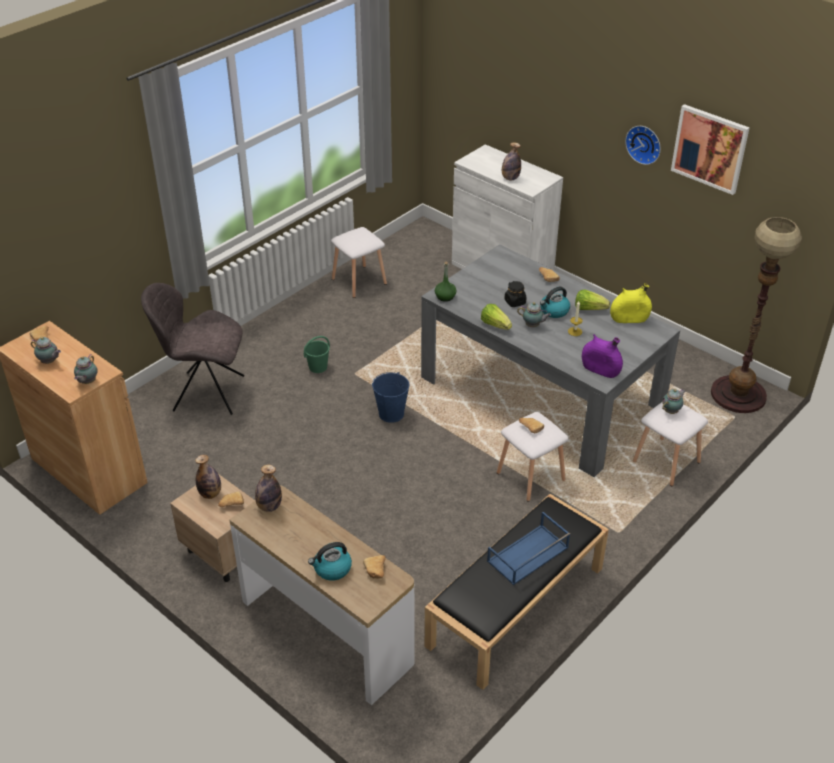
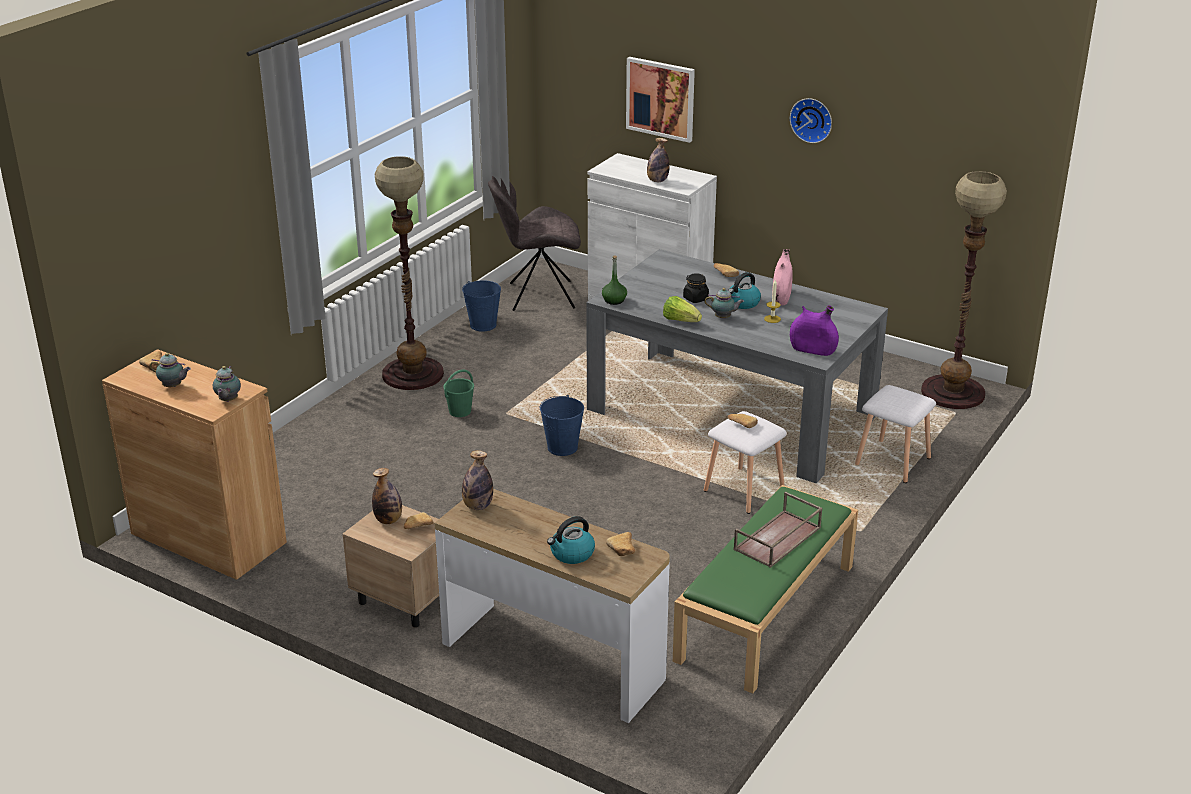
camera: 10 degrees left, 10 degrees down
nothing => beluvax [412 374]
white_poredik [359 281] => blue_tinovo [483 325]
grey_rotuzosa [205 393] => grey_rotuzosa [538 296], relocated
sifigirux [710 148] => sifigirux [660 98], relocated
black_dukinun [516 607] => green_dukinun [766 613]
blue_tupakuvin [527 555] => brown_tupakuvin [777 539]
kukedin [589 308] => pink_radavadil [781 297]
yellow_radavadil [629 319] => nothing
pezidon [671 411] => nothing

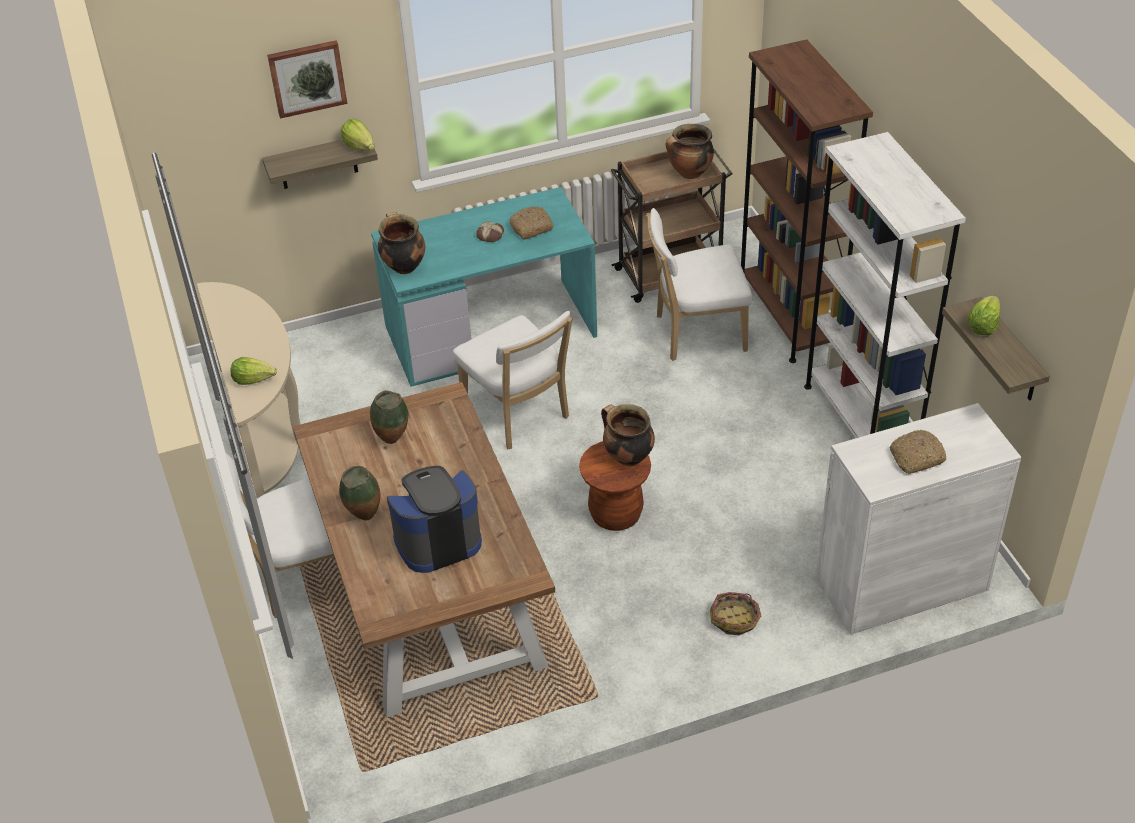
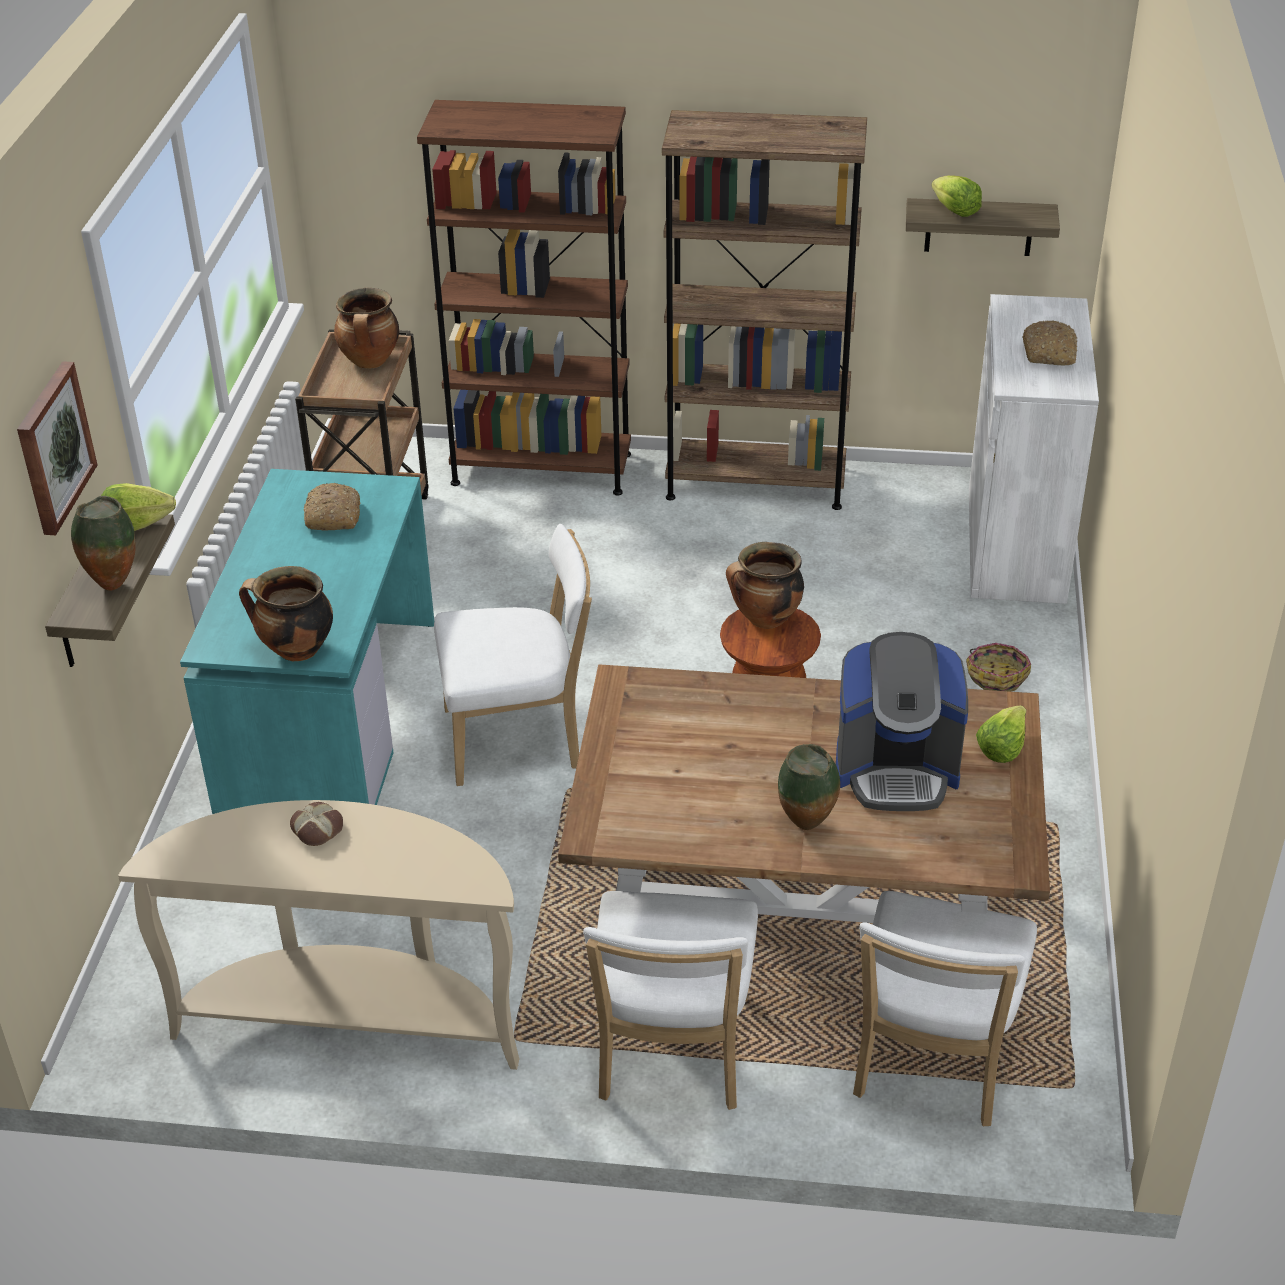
camera: 65 degrees left, 5 degrees down
radavadil [393 440] => radavadil [113 584], relocated
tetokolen [490 235] => tetokolen [318 828], relocated
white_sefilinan [860 421] => brown_sefilinan [755 482]
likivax [437 541] => likivax [896 770], 90 degrees counterclockwise
white_rotuzosa [695 333] => white_rotuzosa [931 1063], relocated
kukedin [253 379] => kukedin [1001 747], relocated

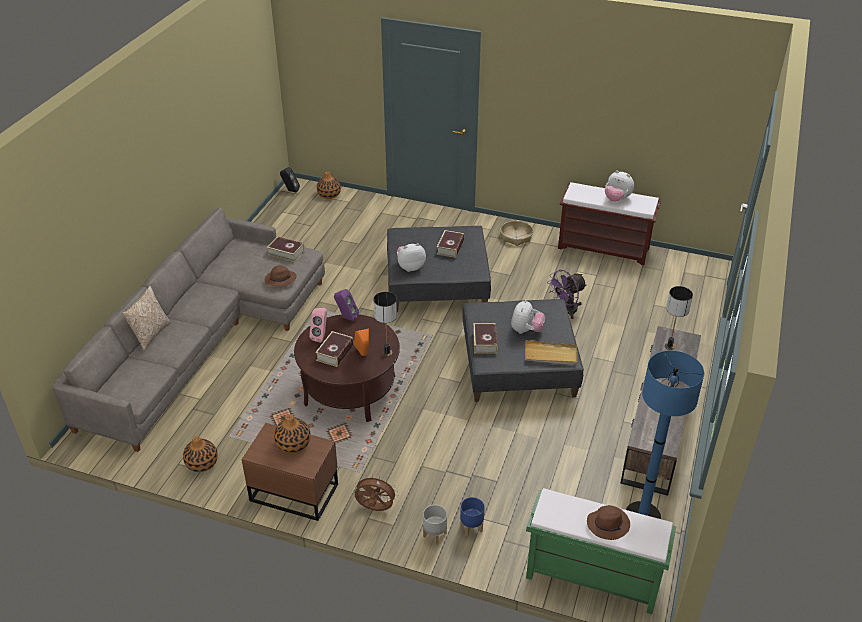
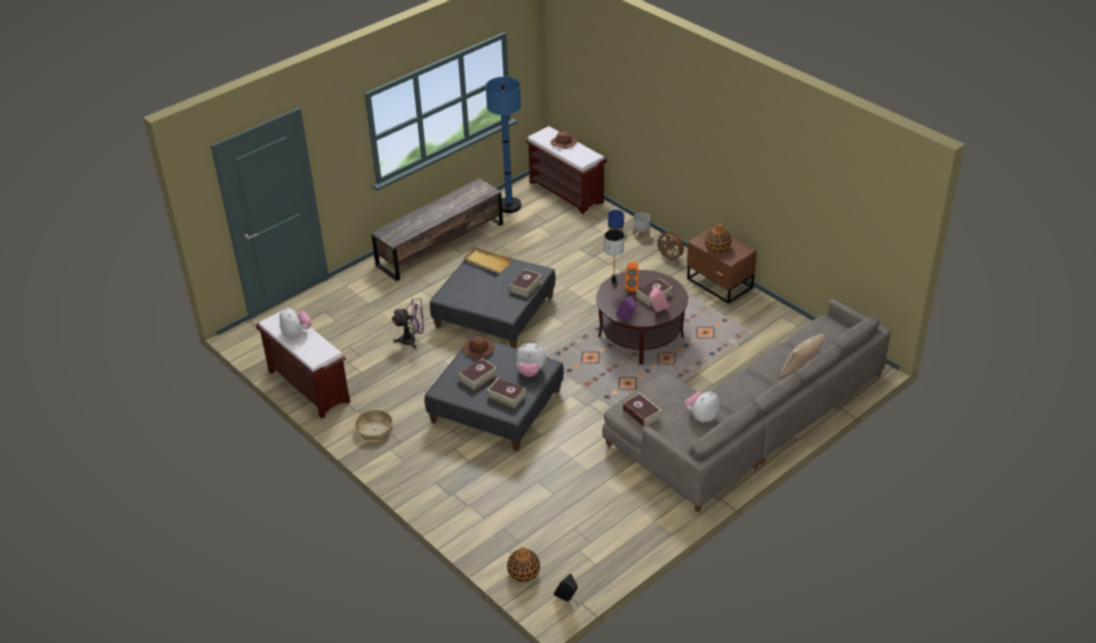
camera: 150 degrees left, 0 degrees up
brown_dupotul [280 280] => brown_dupotul [479 349], relocated
nothing => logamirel [506 396]
green_dukinun [591 577] => brown_dukinun [567 192]
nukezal [526 330] => nukezal [701 416], relocated
radavadil [201 463] => nothing
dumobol [669 346] => nothing

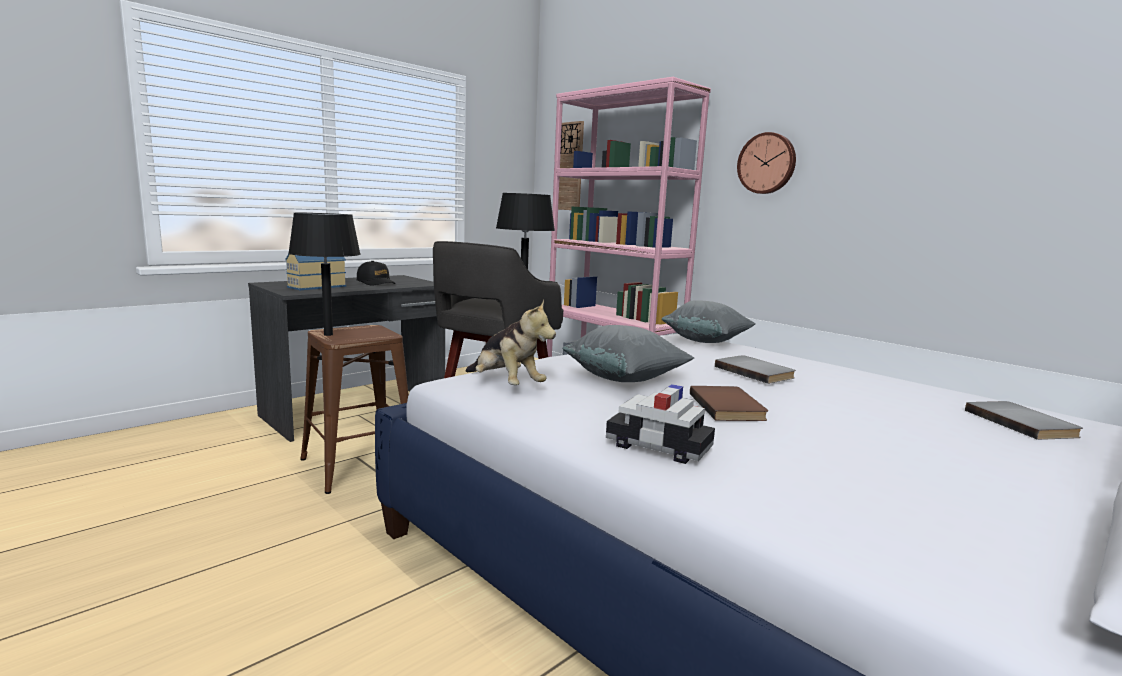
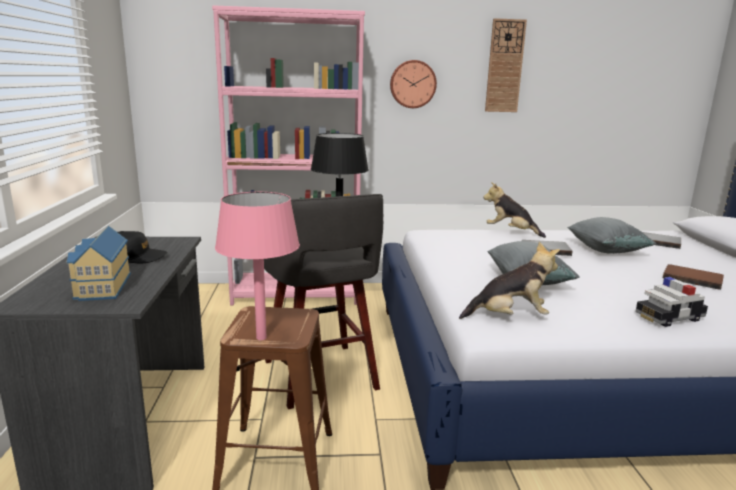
camera: 50 degrees left, 5 degrees up
black_dumobol [328 334] => pink_dumobol [261 338]
nothing => nukezal [511 232]
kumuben [570 166] => kumuben [504 66], relocated
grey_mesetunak [706 341] => grey_mesetunak [606 251], relocated
brown_logamirel [729 407] => brown_logamirel [692 278], relocated

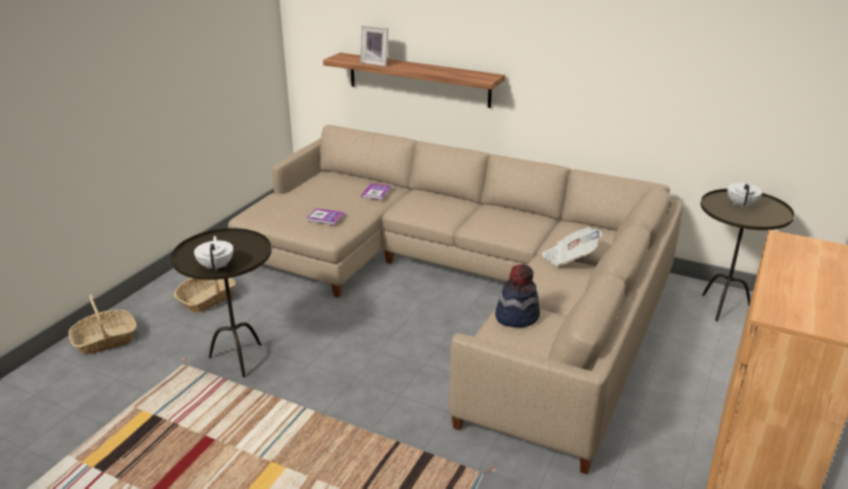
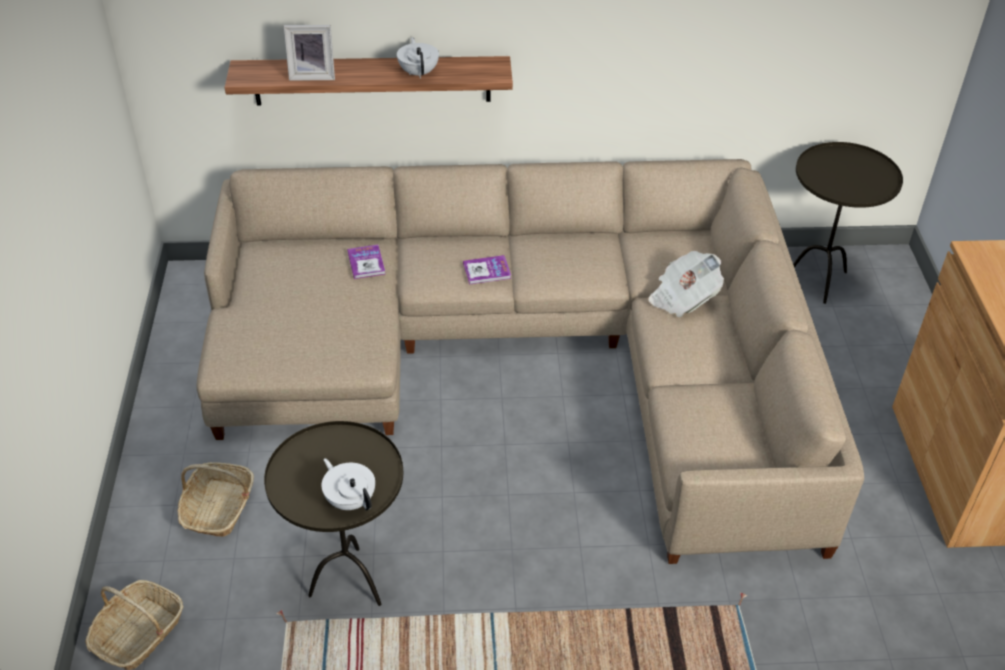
camera: 30 degrees left, 15 degrees up
white_pezidon [741 204] => white_pezidon [419 72], relocated
logamirel [325 217] => logamirel [487 271], relocated
dupotul [516 316] => nothing

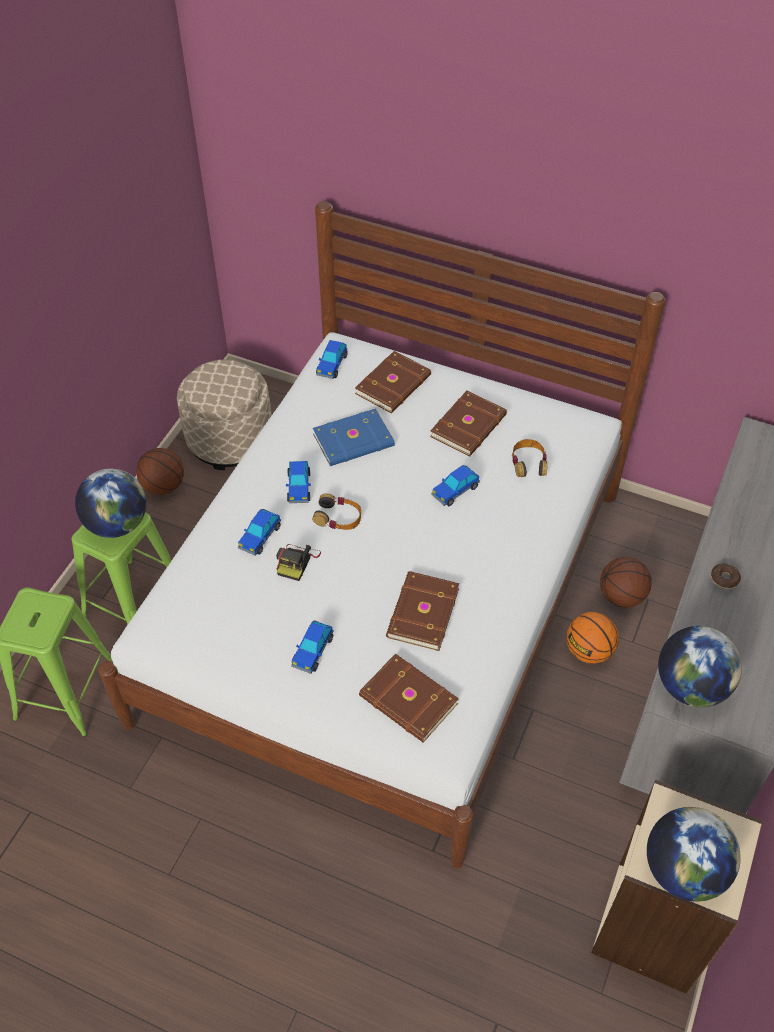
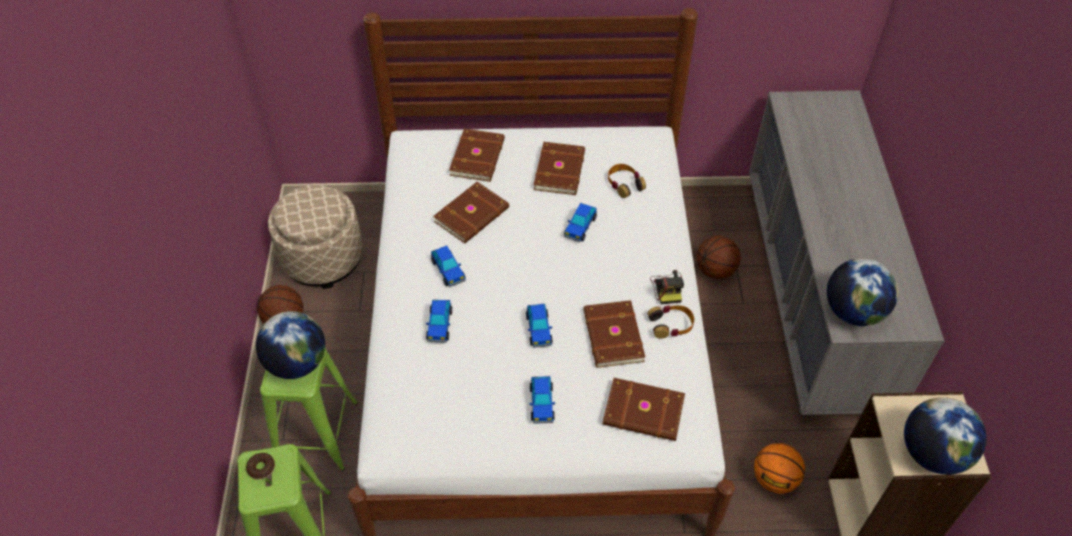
camera: 25 degrees left, 0 degrees up
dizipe [724 579] => dizipe [261 468], relocated
blue_logamirel [354 441] => brown_logamirel [473 215]
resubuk [332 365] => resubuk [539 329], relocated
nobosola [338 517] => nobosola [671 324], relocated
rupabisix [297 562] => rupabisix [667 288], relocated
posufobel [589 651] => posufobel [774 479], relocated

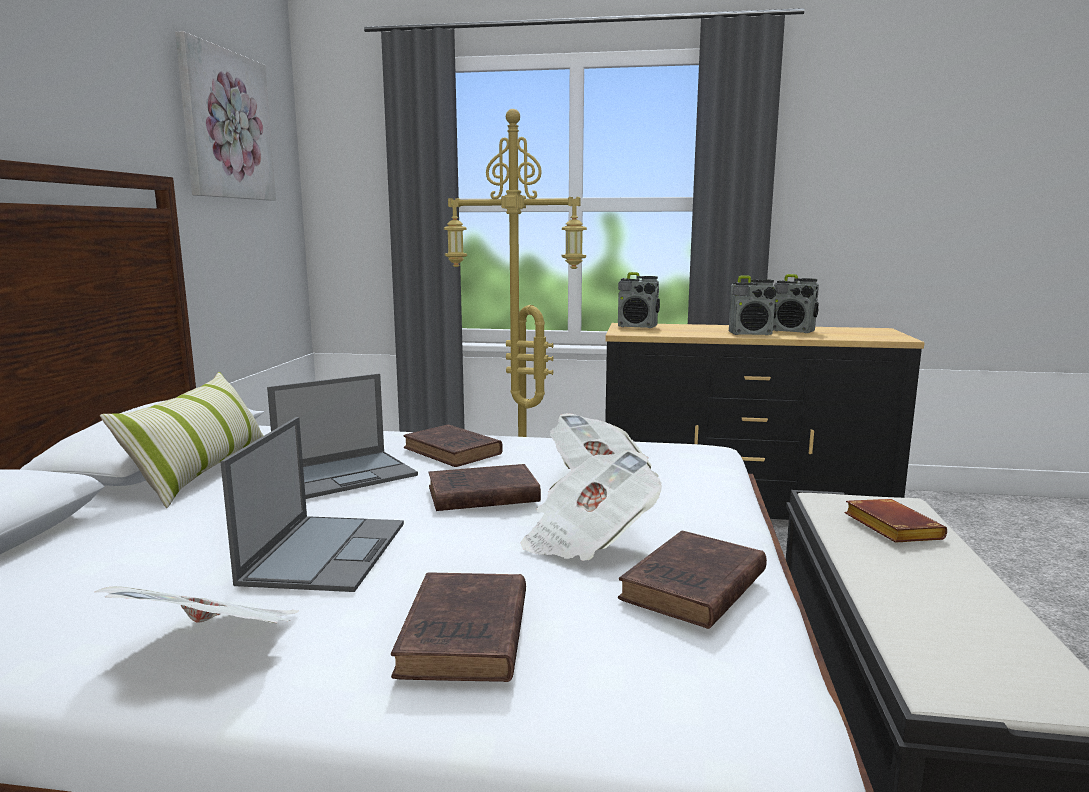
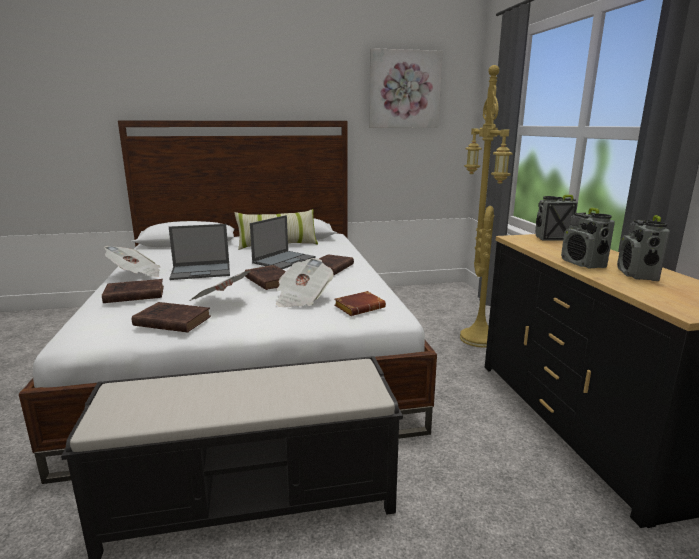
camera: 70 degrees right, 5 degrees up
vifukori [347 474] => vifukori [284 260], 90 degrees counterclockwise
brown_logamirel [888 527] => brown_logamirel [359 307], relocated
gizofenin [637 327] => gizofenin [552 238], 90 degrees clockwise

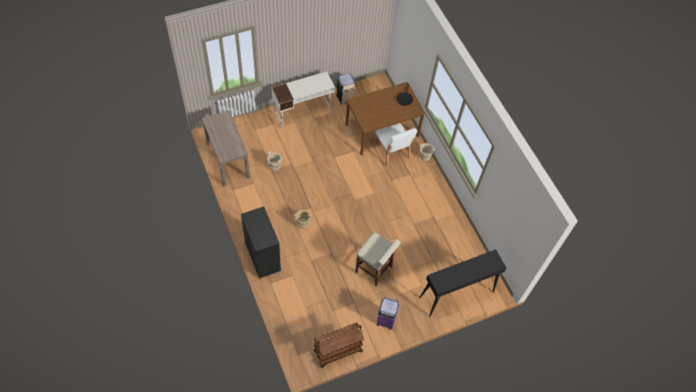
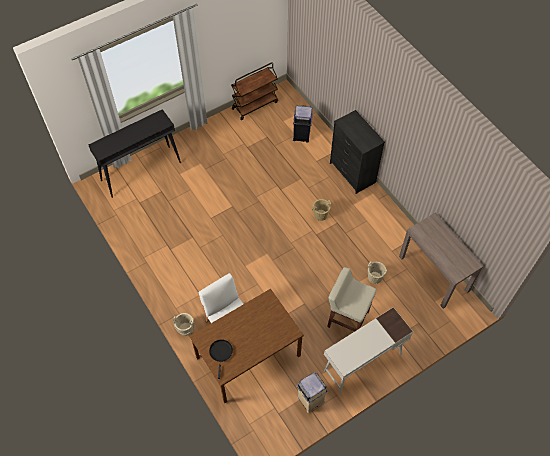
camera: 175 degrees right, 0 degrees up
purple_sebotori [385 320] => purple_sebotori [302 135], relocated
beige_poredik [374 269] => beige_poredik [347 319], relocated

